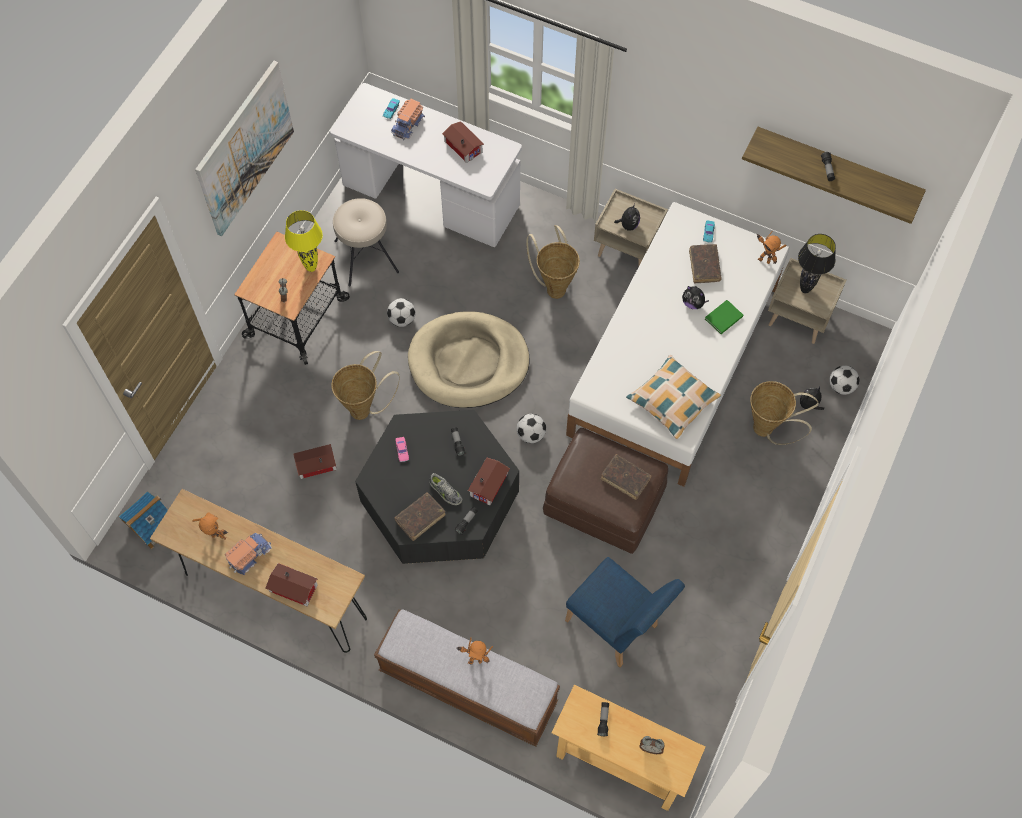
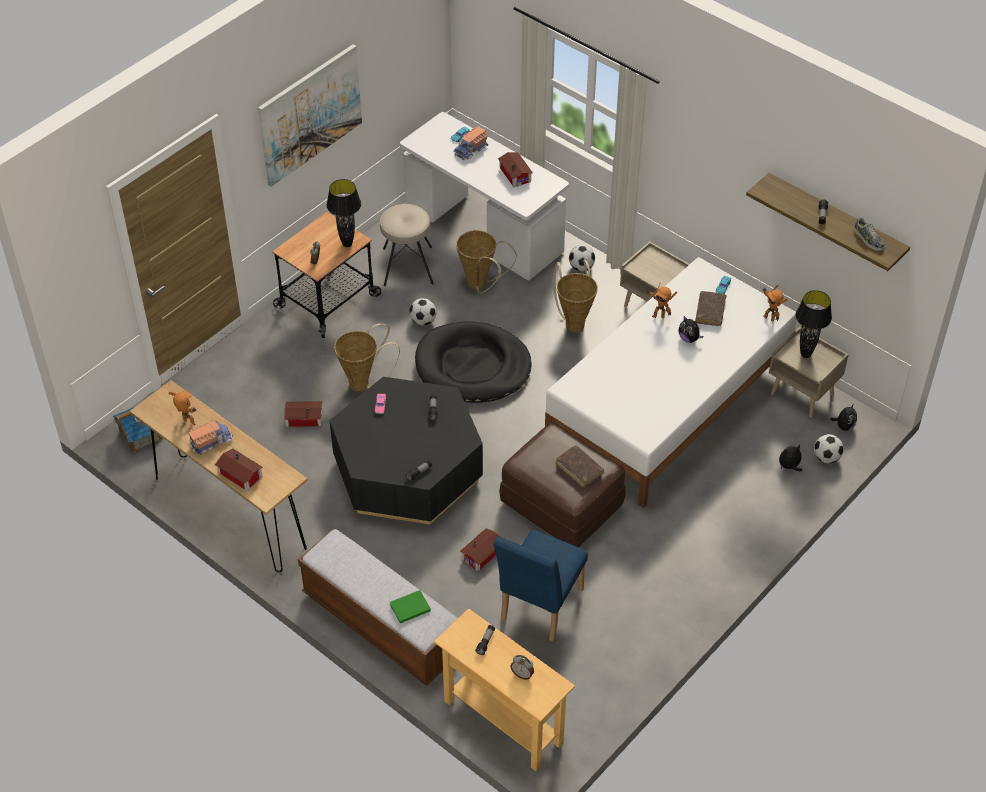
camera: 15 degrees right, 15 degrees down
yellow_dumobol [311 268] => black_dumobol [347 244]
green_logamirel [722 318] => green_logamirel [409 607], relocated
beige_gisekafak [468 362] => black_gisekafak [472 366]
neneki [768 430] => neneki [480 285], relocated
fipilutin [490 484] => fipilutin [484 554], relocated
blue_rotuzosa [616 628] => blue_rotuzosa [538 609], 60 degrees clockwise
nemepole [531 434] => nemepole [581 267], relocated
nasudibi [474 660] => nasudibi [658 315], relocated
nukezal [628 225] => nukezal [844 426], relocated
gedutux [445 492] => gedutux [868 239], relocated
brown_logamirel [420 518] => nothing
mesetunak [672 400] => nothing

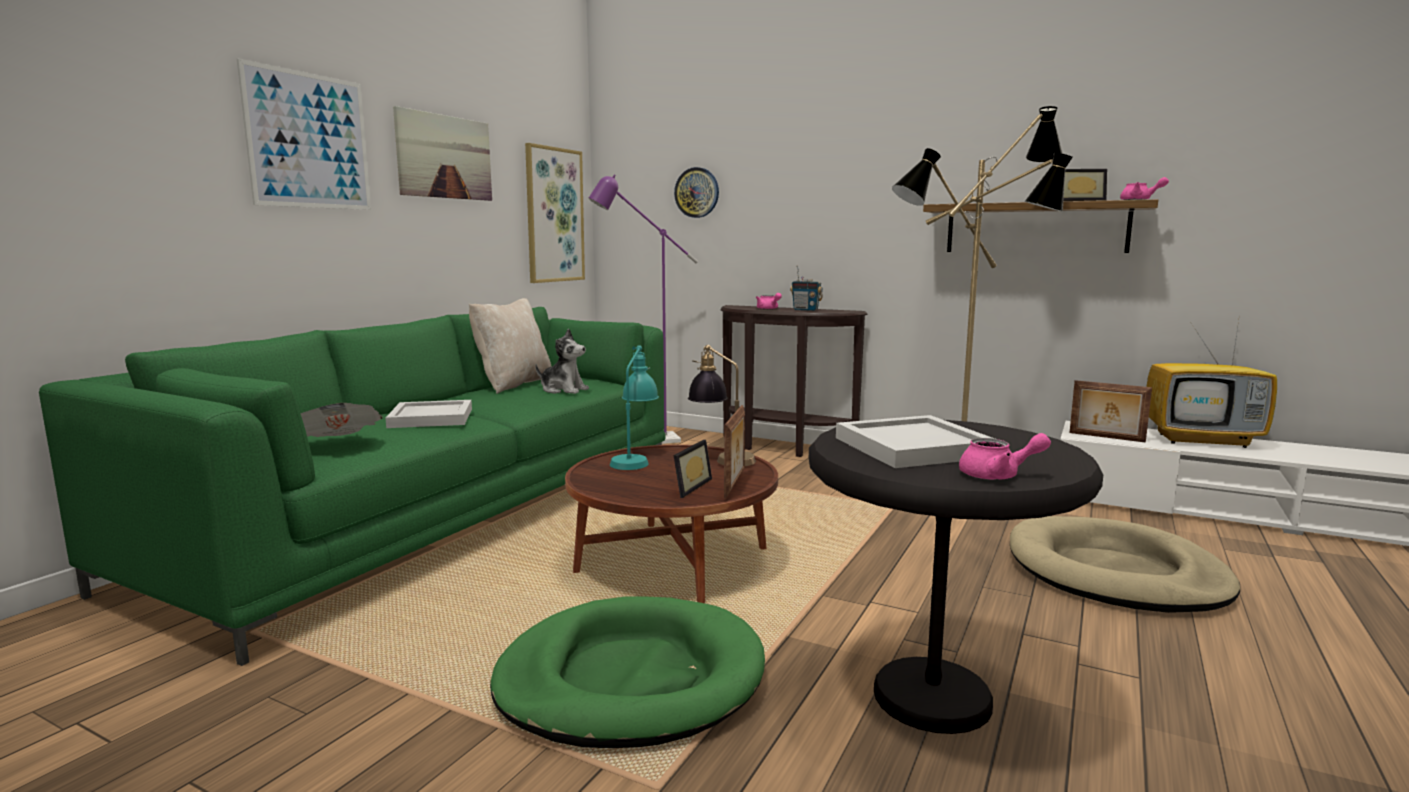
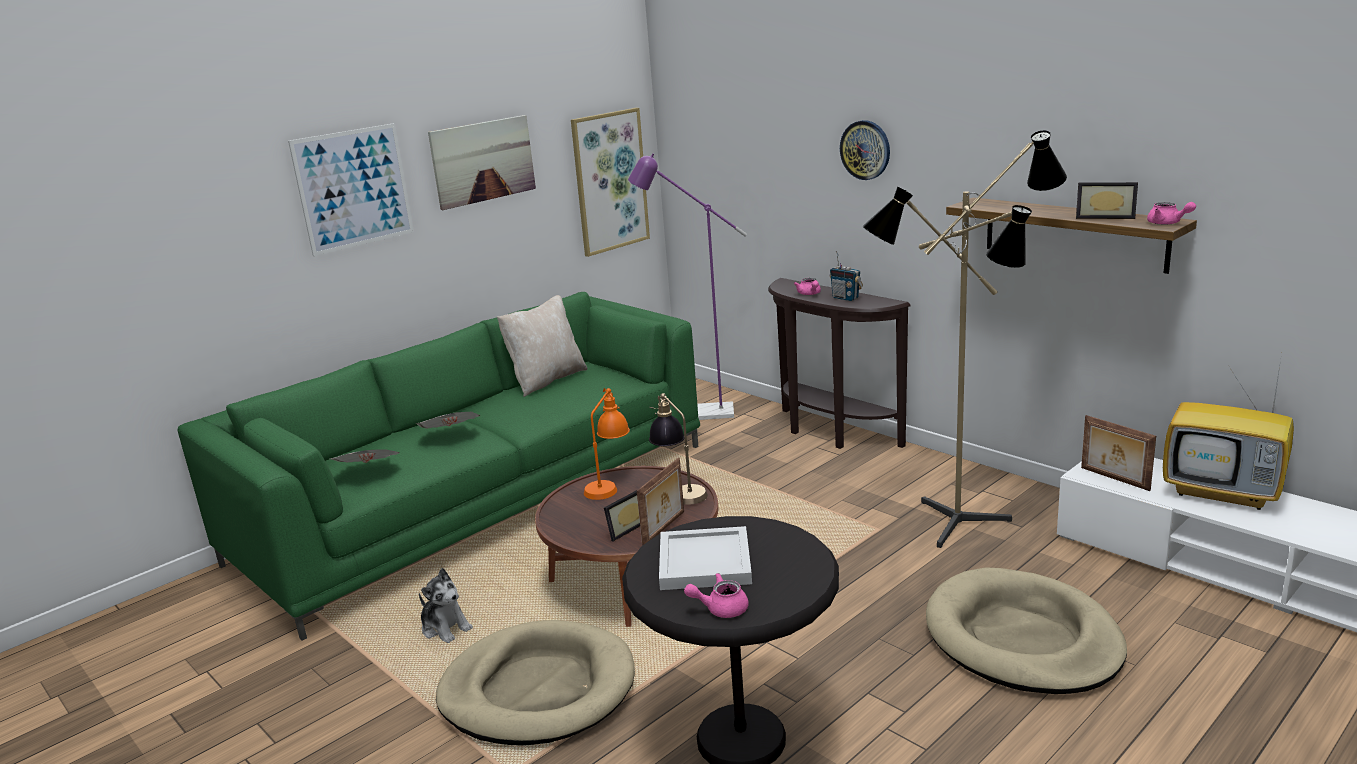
camera: 20 degrees right, 10 degrees up
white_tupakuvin [430 418] => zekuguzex [451 436]
nukezal [563 390] => nukezal [445 628], relocated
green_gisekafak [630 679] => beige_gisekafak [538 689]
turquoise_dumobol [634 459] => orange_dumobol [609 485]
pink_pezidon [998 476] => pink_pezidon [720 608], 150 degrees clockwise
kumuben [697 192] => kumuben [865 150], relocated

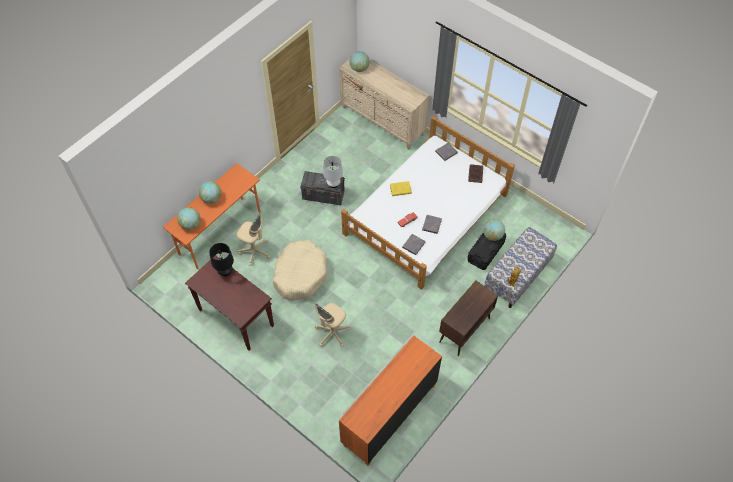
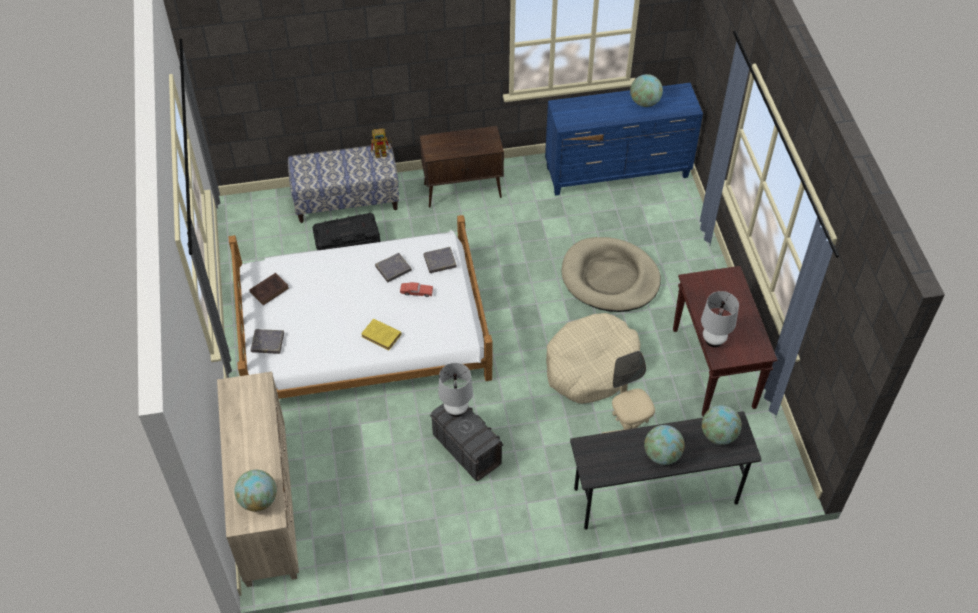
camera: 140 degrees left, 5 degrees down
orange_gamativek [389 415] => blue_gamativek [618 173]
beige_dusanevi [332 333] => beige_gisekafak [610 278]
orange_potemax [220 232] => grey_potemax [655 497]
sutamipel [492 236] => sutamipel [644 102], relocated
black_dumobol [225 271] => white_dumobol [713 340]

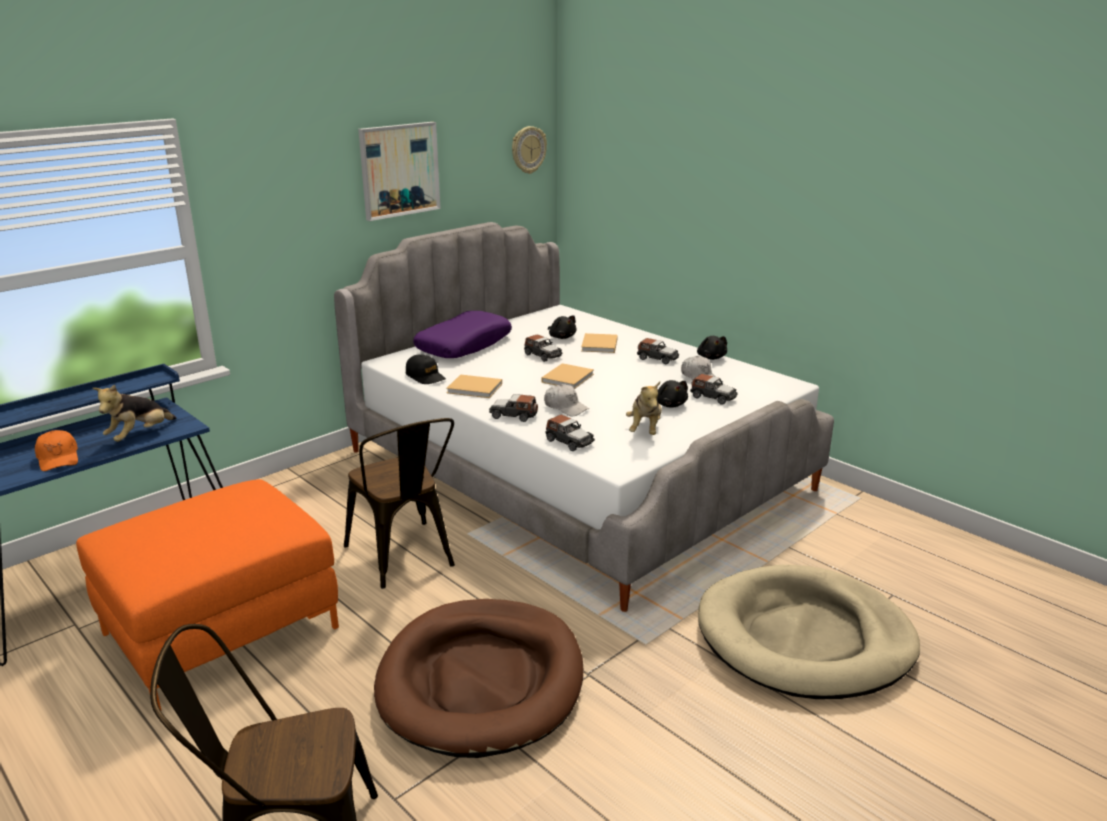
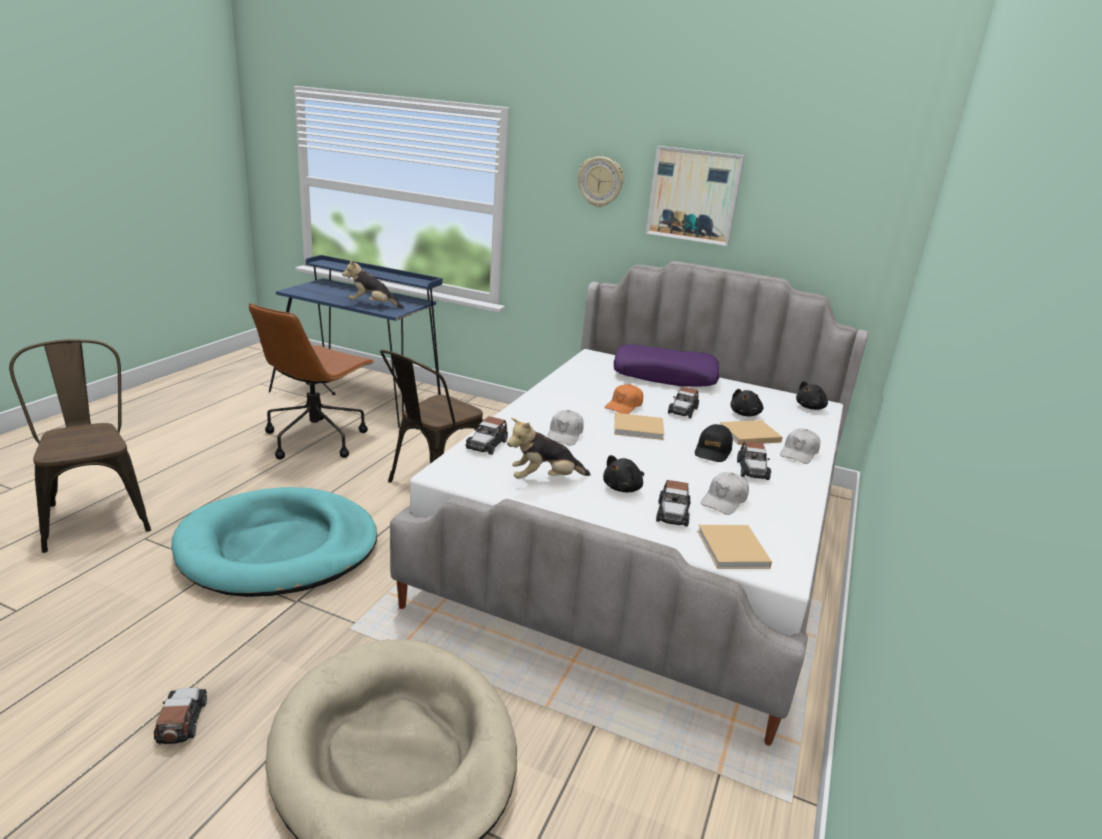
camera: 65 degrees right, 0 degrees up
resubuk [513 415] => resubuk [182 721], relocated
brown_gisekafak [481 681] => turquoise_gisekafak [278 548]
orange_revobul [220 631] => brown_dusanevi [316 438]
kumuben [528 150] => kumuben [600 182], relocated
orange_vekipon [58 458] => orange_vekipon [624 406], relocated
black_vekipon [425 376] => black_vekipon [713 451], relocated
beige_logamirel [476 388] => beige_logamirel [733 550], relocated
nothing => white_vekipon [799 453]
black_nukezal [711 357] => black_nukezal [811 407], relocated

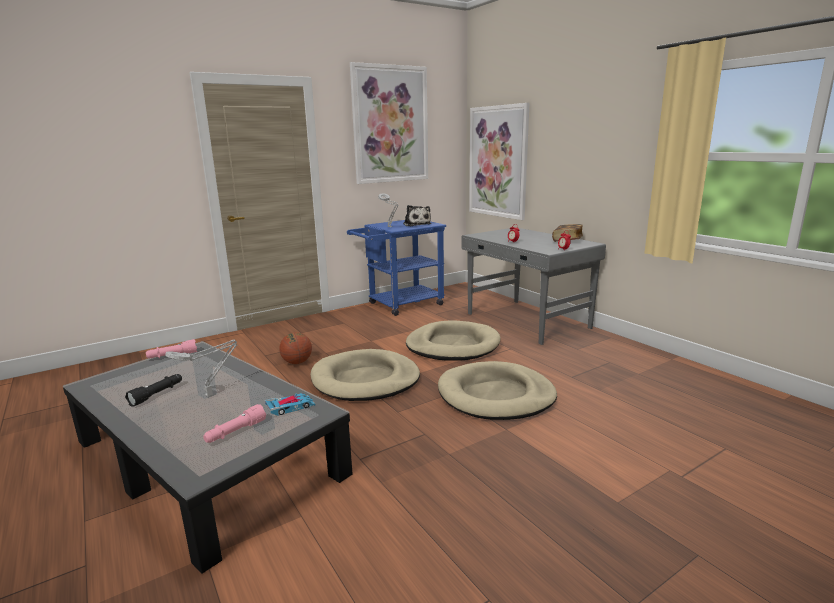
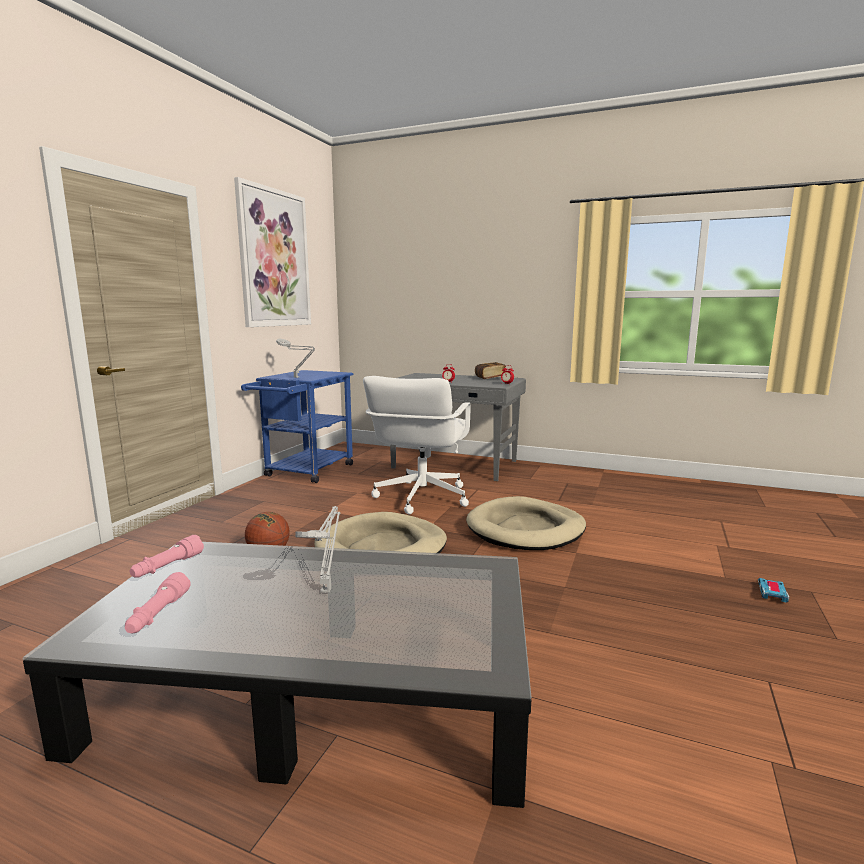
camera: 35 degrees left, 5 degrees down
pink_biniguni [235 432] => pink_biniguni [158 614], relocated
beige_gisekafak [452 345] => white_dusanevi [421 497]
resubuk [291 407] => resubuk [772 593], relocated
black_biniguni [157 394] => nothing
nukezal [416 224] => nothing
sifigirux [498 162] => nothing

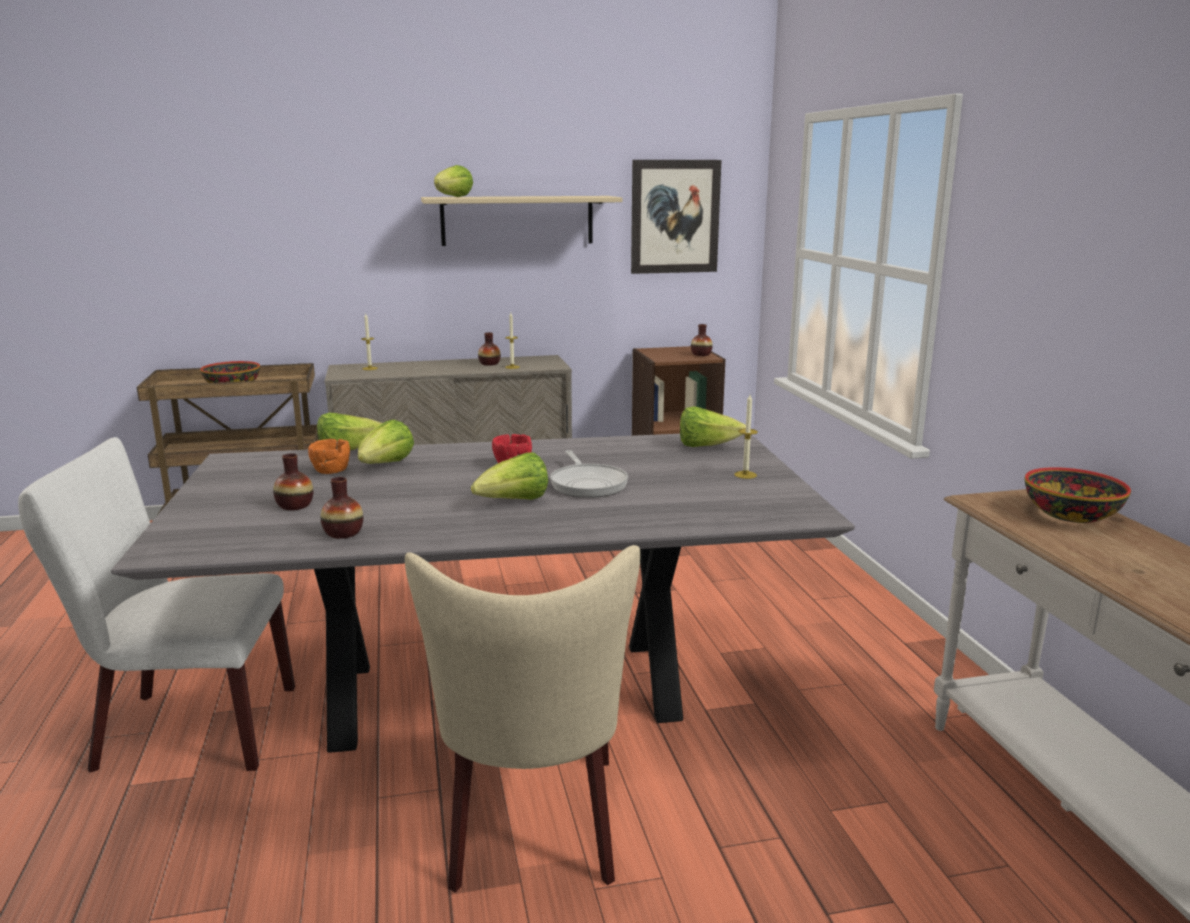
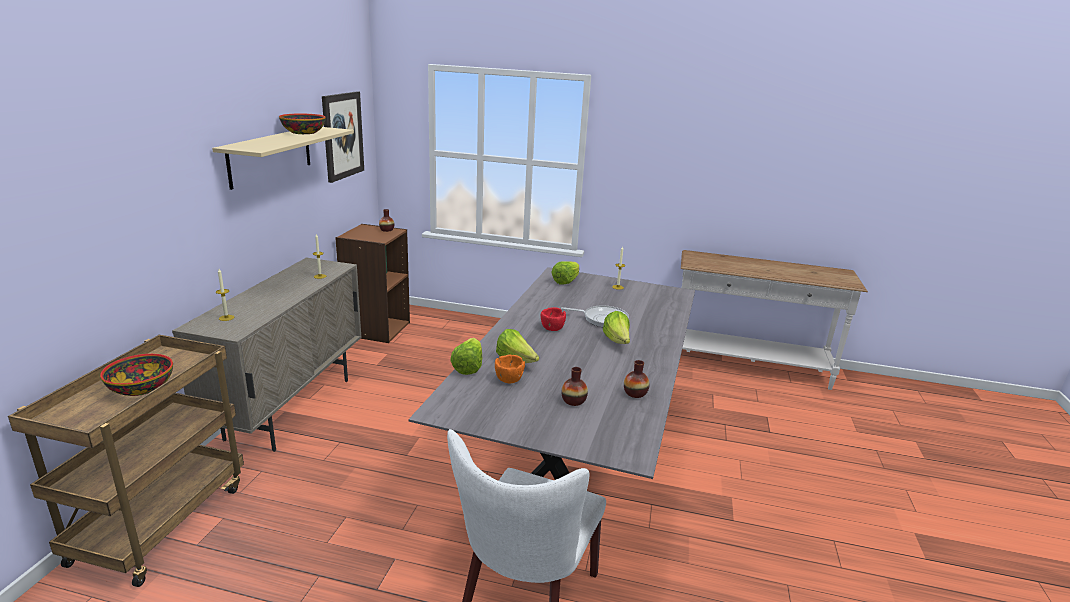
camera: 65 degrees left, 5 degrees up
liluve [1072 515] => liluve [304 133], relocated
beige_rotuzosa [532 830] => nothing
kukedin [453 197] => nothing
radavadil [489 364] => nothing

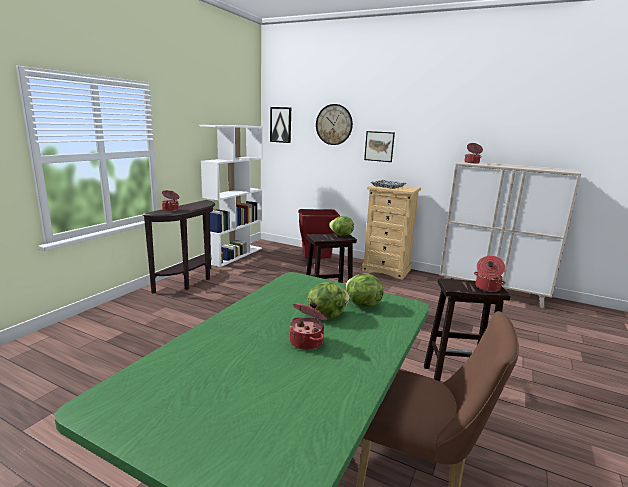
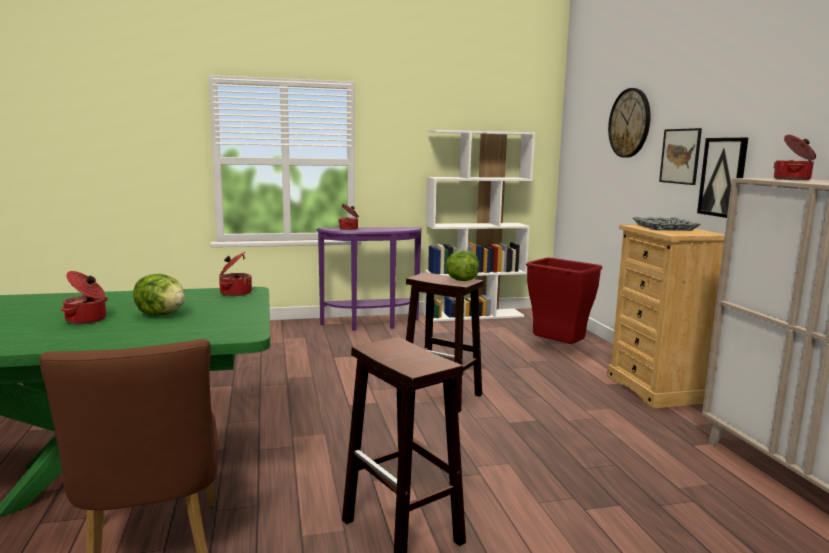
camera: 50 degrees right, 5 degrees down
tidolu [487 287] => tidolu [235 293], relocated
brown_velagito [190 281] => purple_velagito [372 325]
sifigirux [281 125] => sifigirux [723 177], relocated
kukedin [362 304] => nothing

